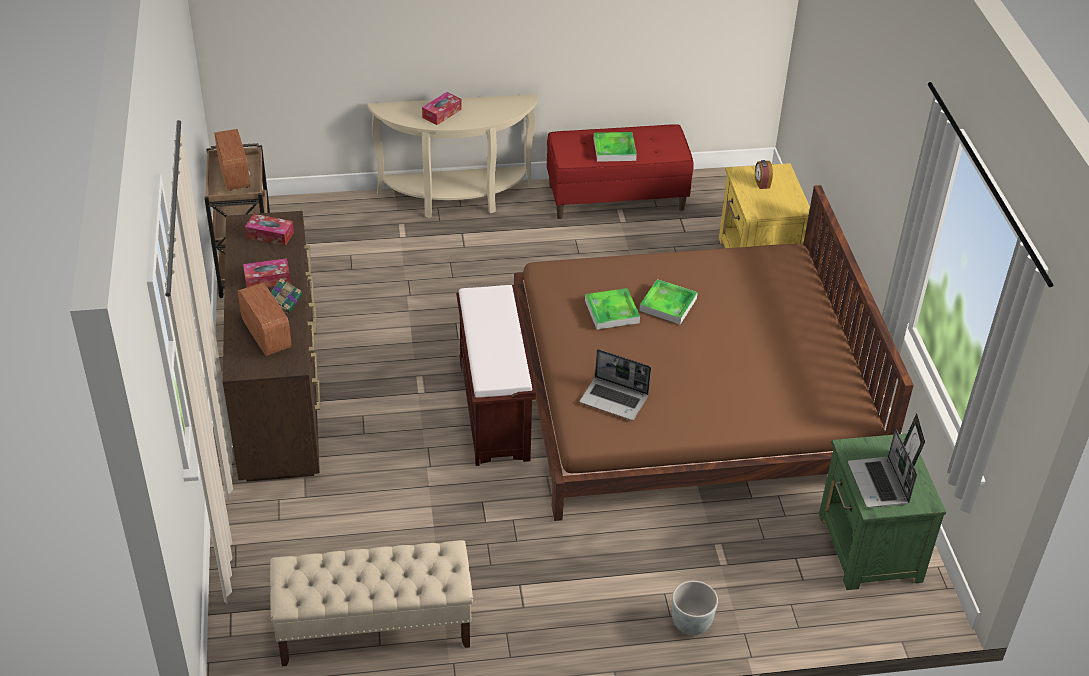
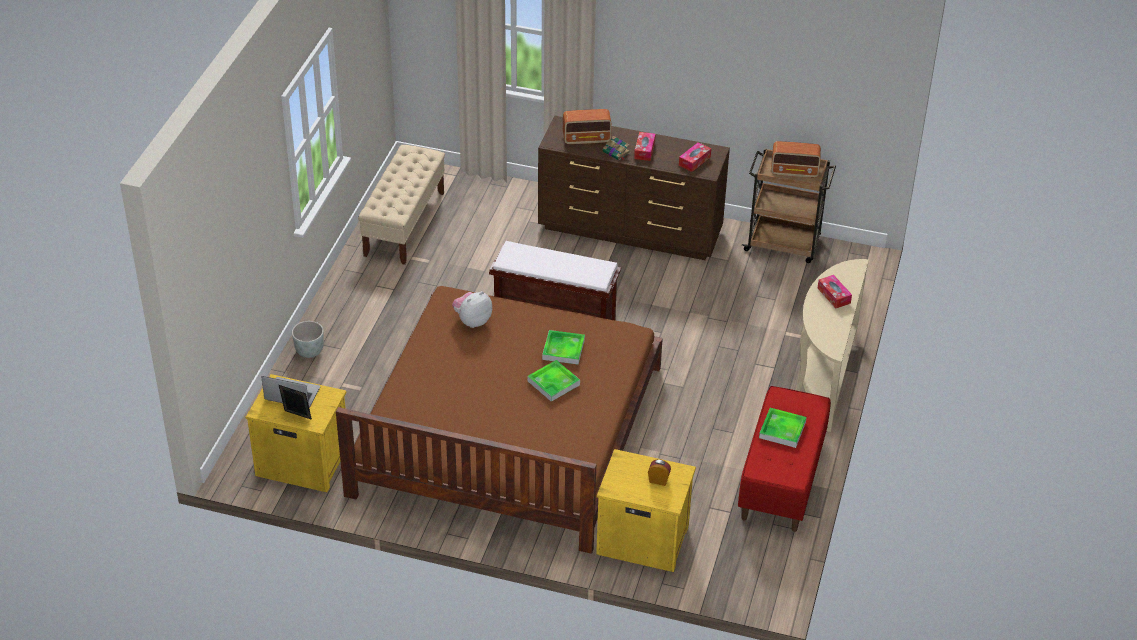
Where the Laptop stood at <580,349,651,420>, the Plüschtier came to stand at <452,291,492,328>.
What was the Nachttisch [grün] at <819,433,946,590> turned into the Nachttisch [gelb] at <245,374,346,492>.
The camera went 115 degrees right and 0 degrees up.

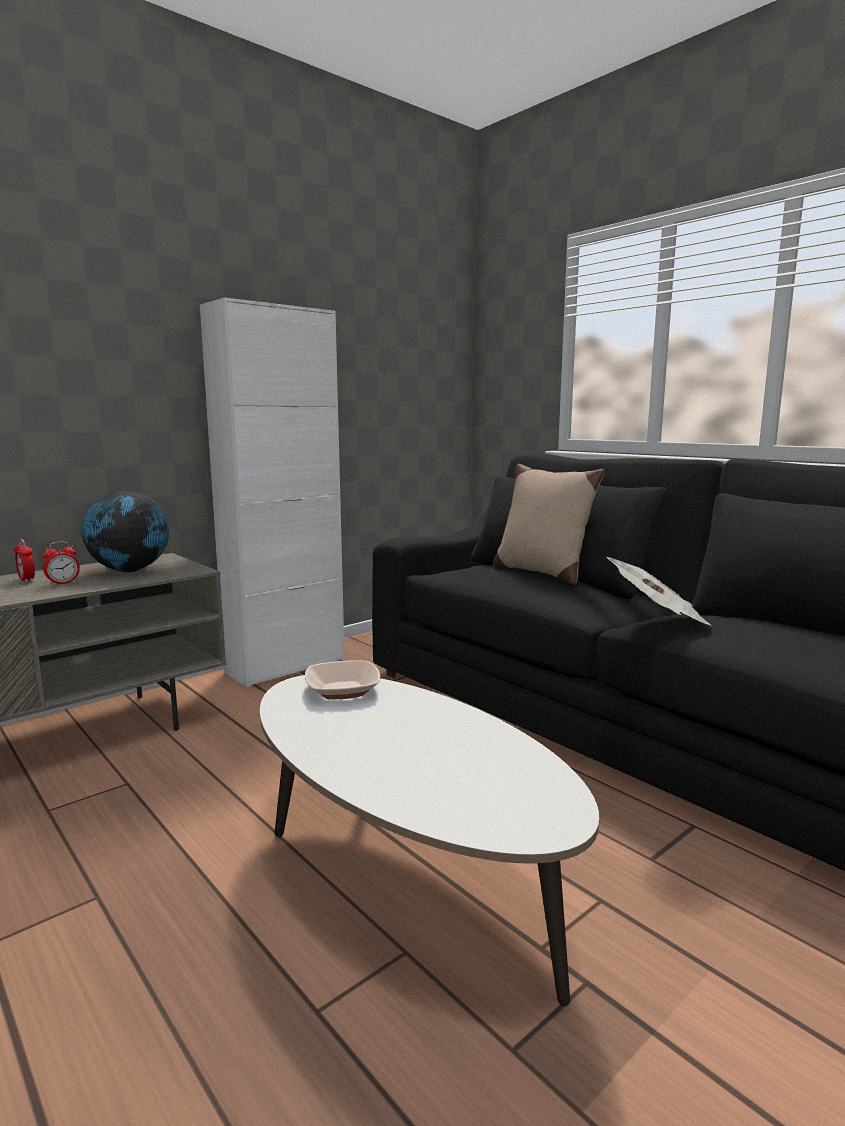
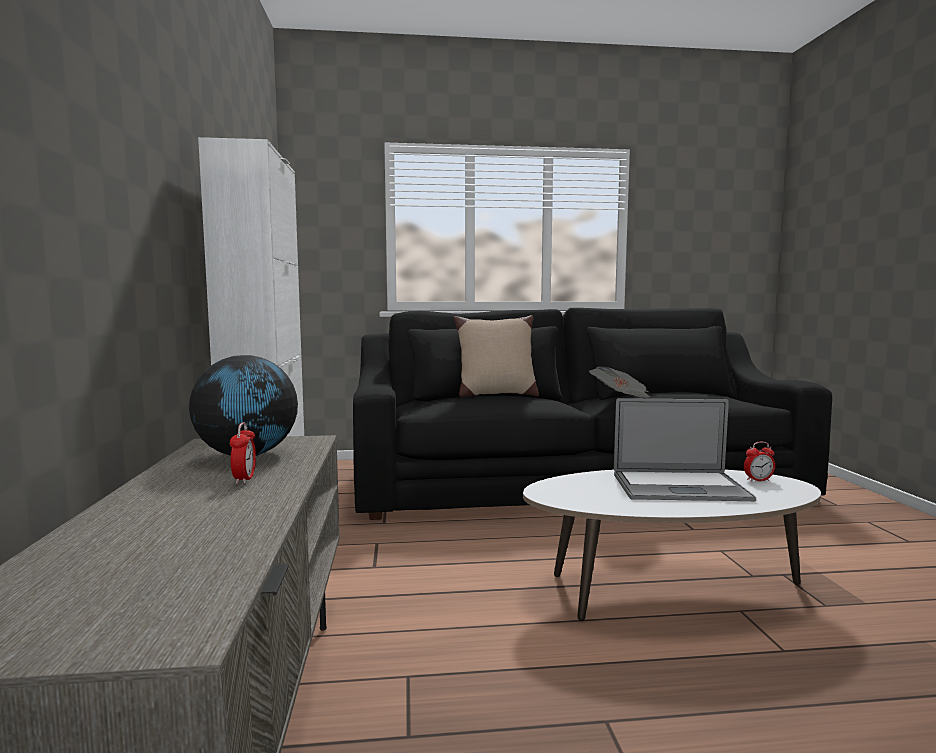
The second view lost the Schüssel at <305,660,380,699>.
The second view gained the Laptop at <614,398,756,501>.
The Wecker ended up elsewhere, having gone from <13,539,35,582> to <744,442,775,482>.
The camera went 55 degrees left and 5 degrees down.

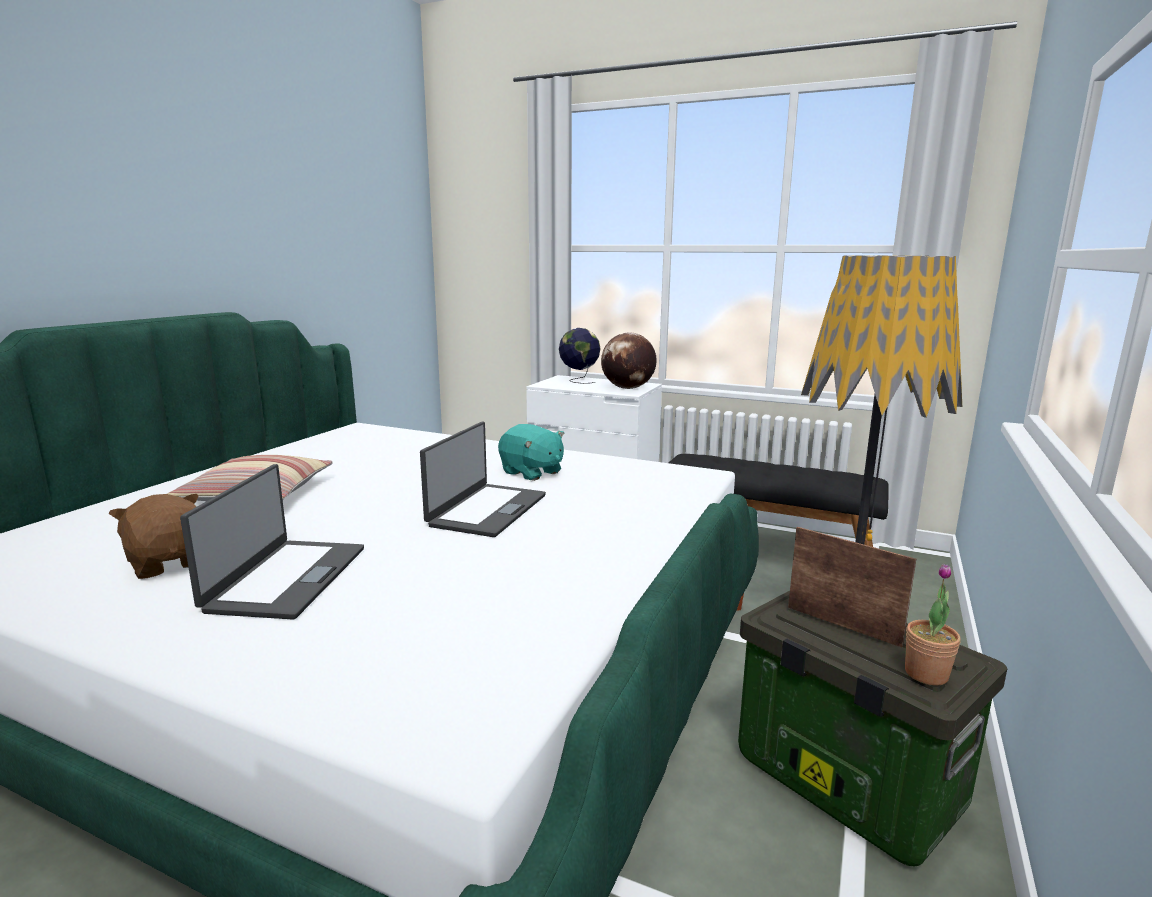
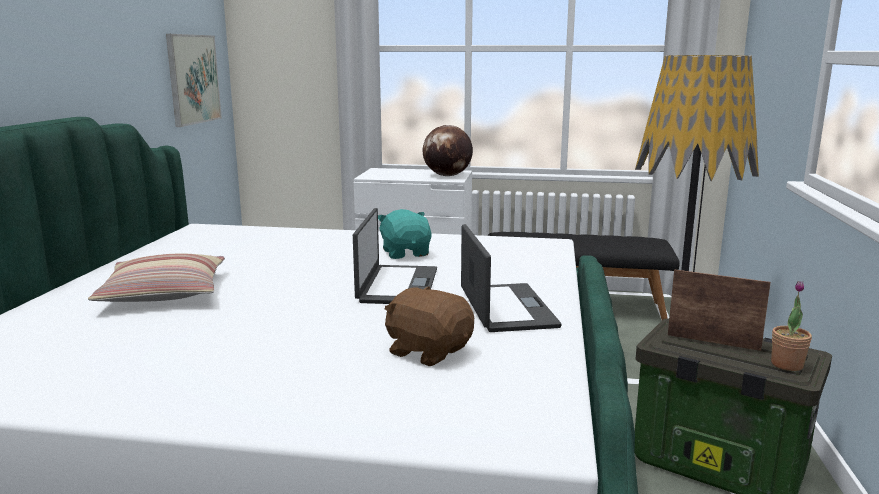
The second view lost the Globus at <559,328,601,384>.
The second view gained the Bild at <166,34,222,127>.
The Plüschtier [braun] ended up elsewhere, having gone from <109,494,199,579> to <385,286,474,366>.
The Laptop ended up elsewhere, having gone from <180,464,364,620> to <461,224,562,332>.
The Plüschtier [türkis] at <498,424,564,481> ended up facing another way, 135 degrees counterclockwise from before.
The camera went 15 degrees left and 0 degrees up.

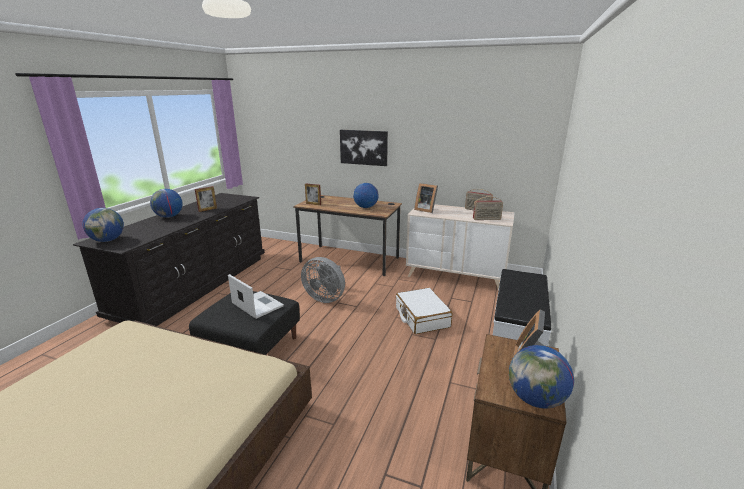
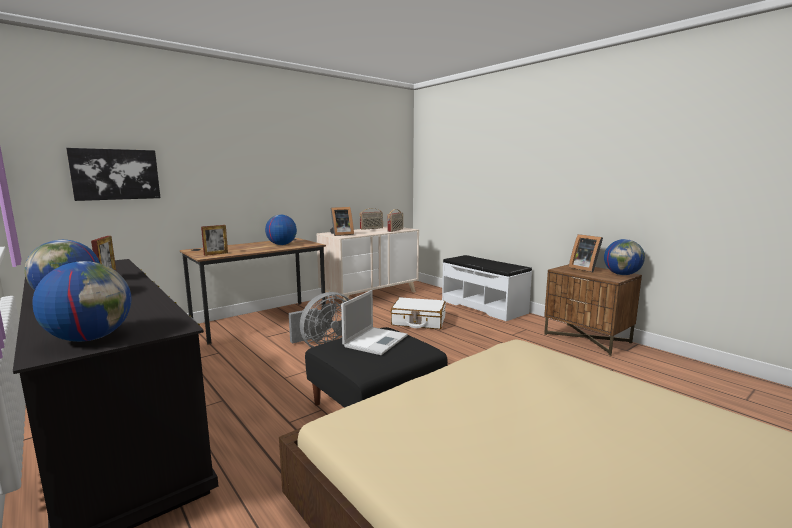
The Bild ended up elsewhere, having gone from <340,130,388,166> to <66,148,160,201>.
The Laptop at <228,274,284,319> ended up facing another way, 135 degrees clockwise from before.
The camera went 60 degrees left and 10 degrees down.

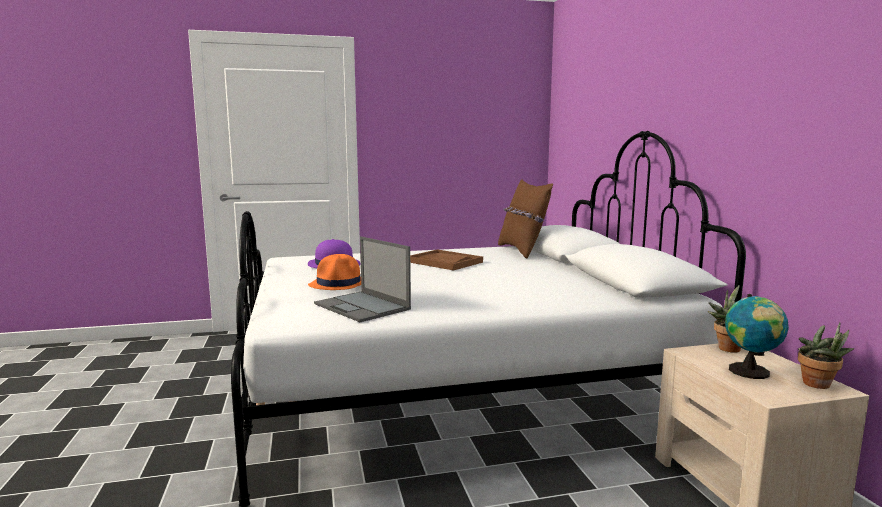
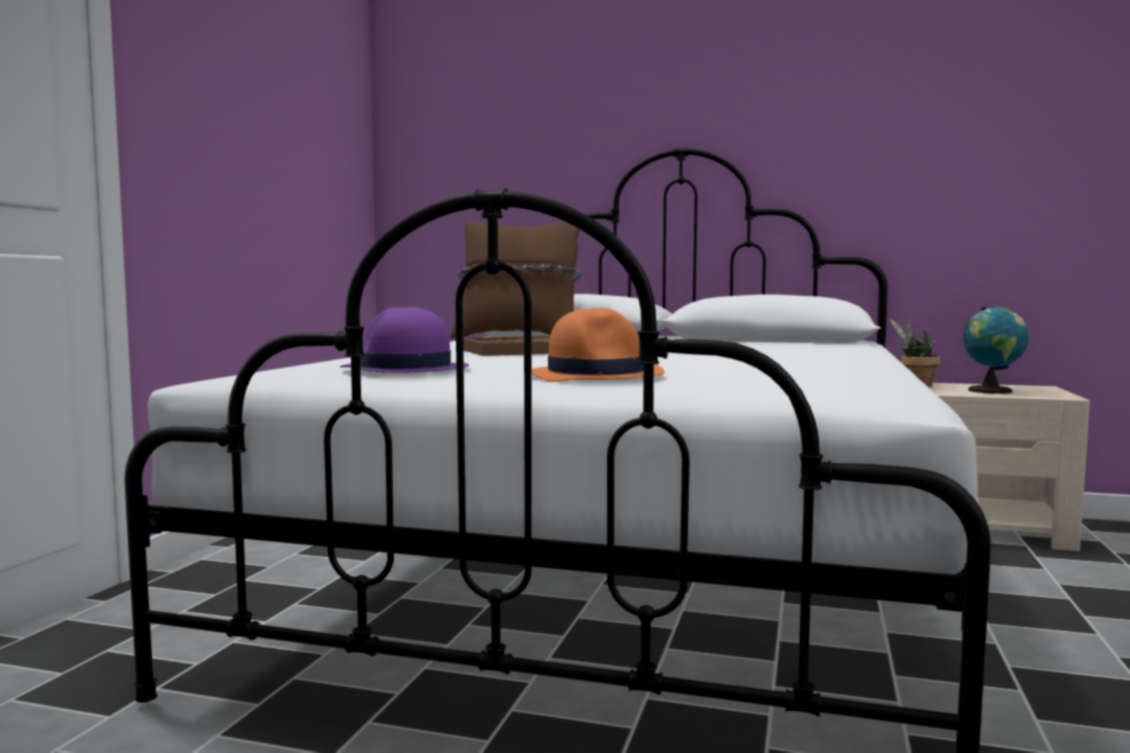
The second view lost the Laptop at <314,236,411,322>.
The second view lost the Topfpflanze at <798,322,855,389>.
The camera went 60 degrees left and 5 degrees down.

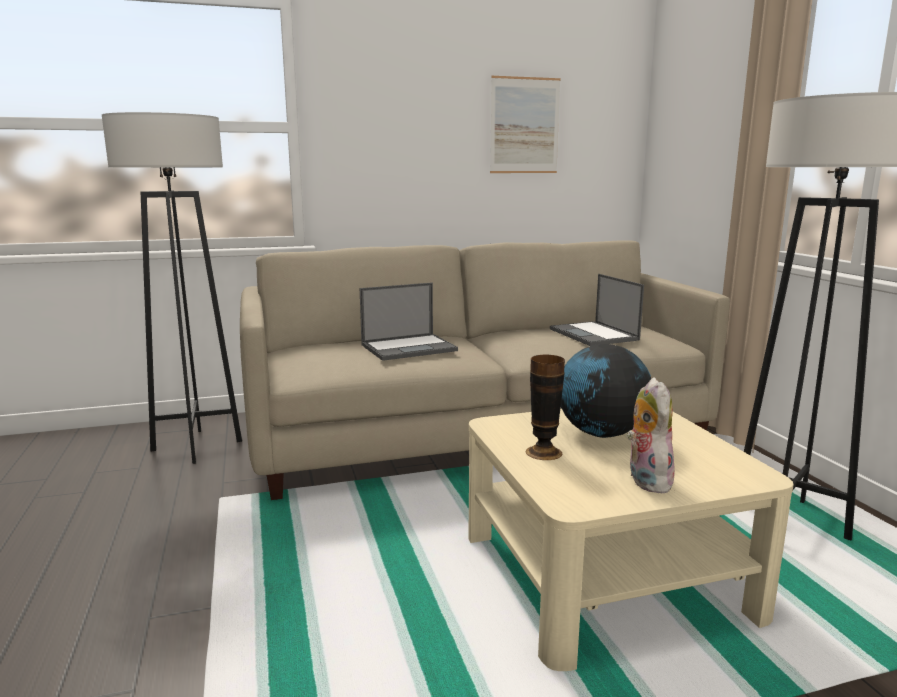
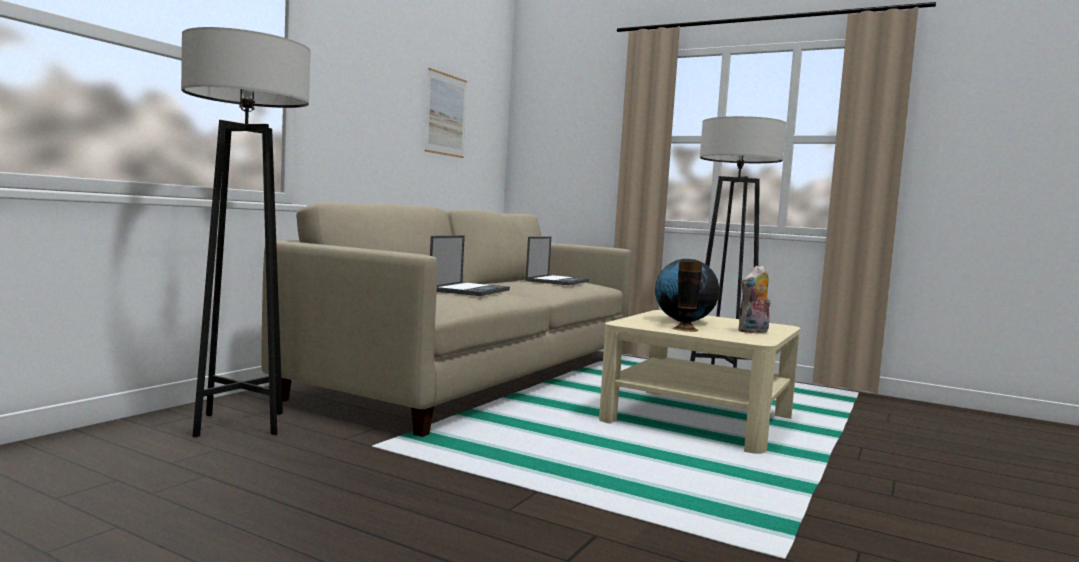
The Laptop at <550,274,644,346> ended up facing another way, 90 degrees counterclockwise from before.
The Plüschtier at <626,377,676,494> ended up facing another way, 75 degrees counterclockwise from before.
The camera went 45 degrees left and 10 degrees down.

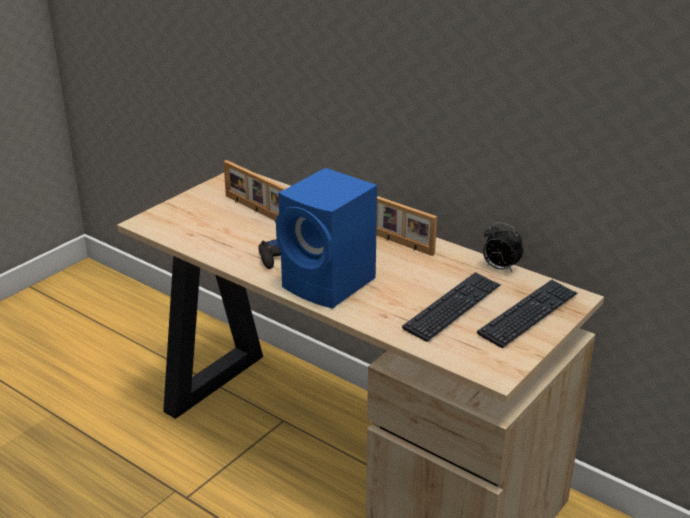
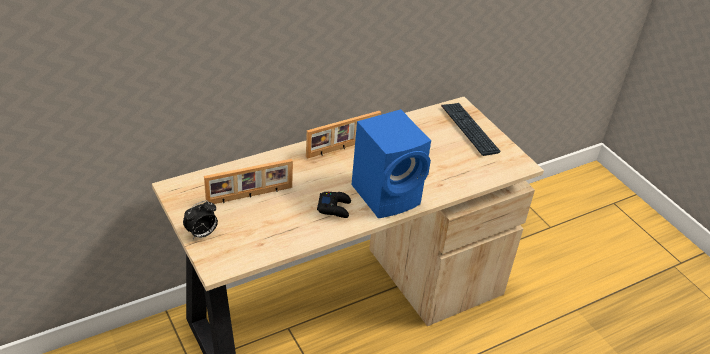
The second view lost the Tastatur at <402,272,501,342>.
The Wecker ended up elsewhere, having gone from <483,222,523,273> to <183,200,218,239>.
The camera went 70 degrees left and 10 degrees up.

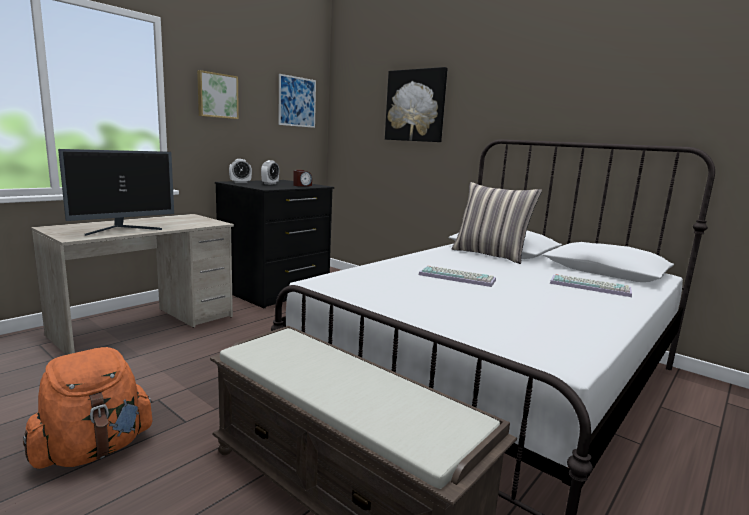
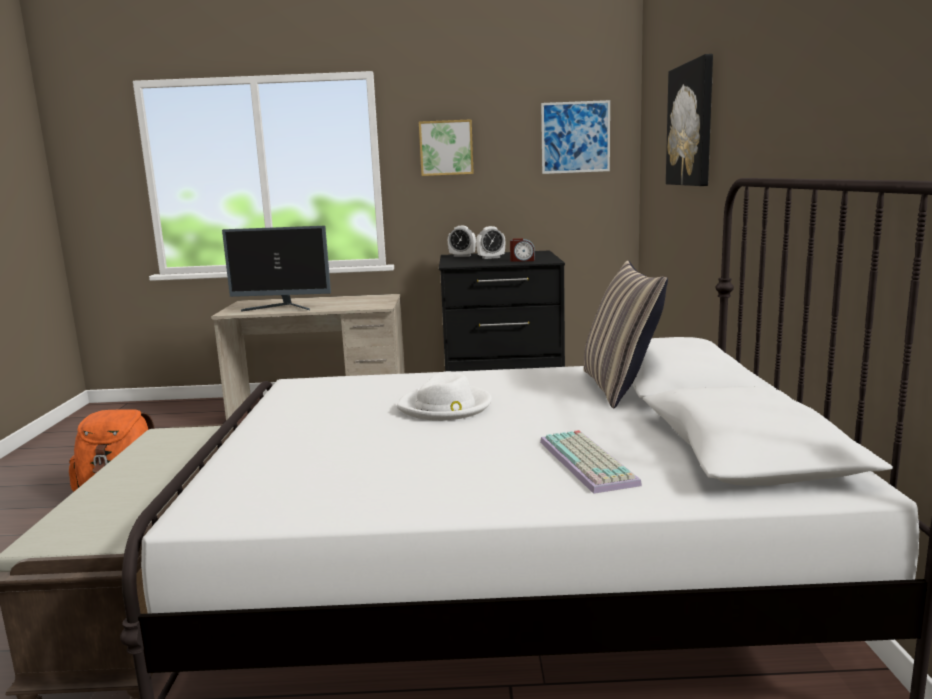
Where the Tastatur stood at <419,266,496,287>, the Hut [weiß] came to stand at <397,371,492,421>.
The camera went 50 degrees right and 0 degrees up.

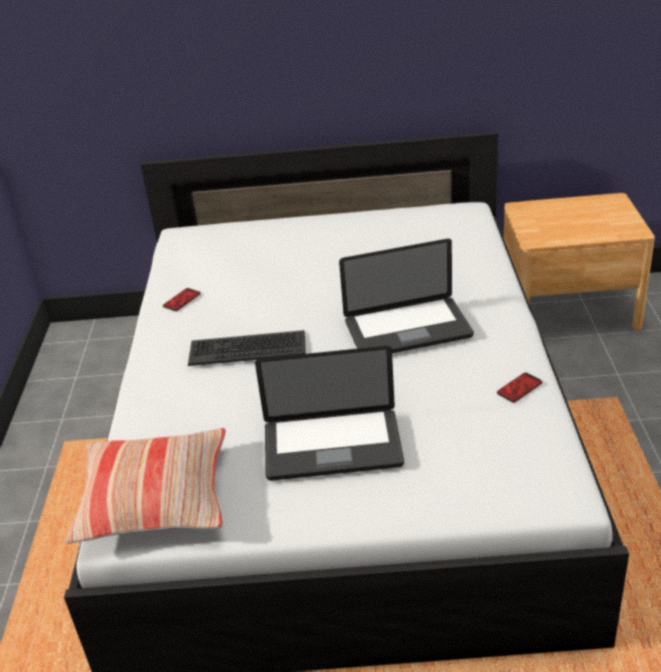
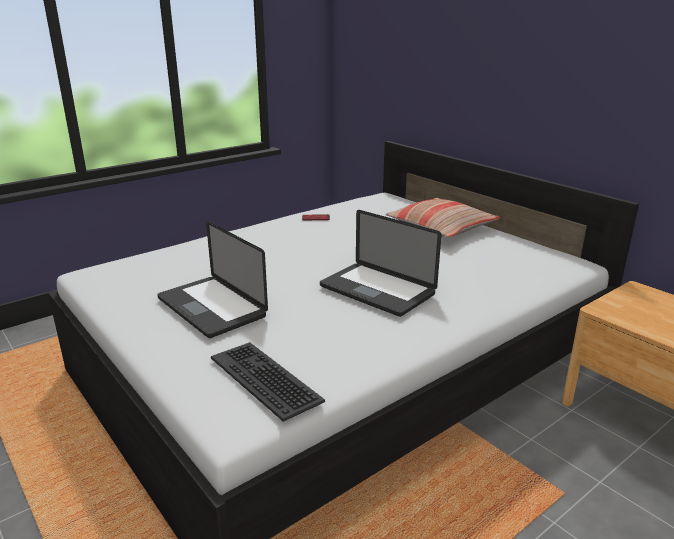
The second view lost the Handy at <497,372,542,403>.
The Kissen ended up elsewhere, having gone from <65,428,225,544> to <386,198,500,238>.
The Tastatur ended up elsewhere, having gone from <188,330,306,366> to <211,342,325,422>.
The camera went 50 degrees right and 10 degrees down.

